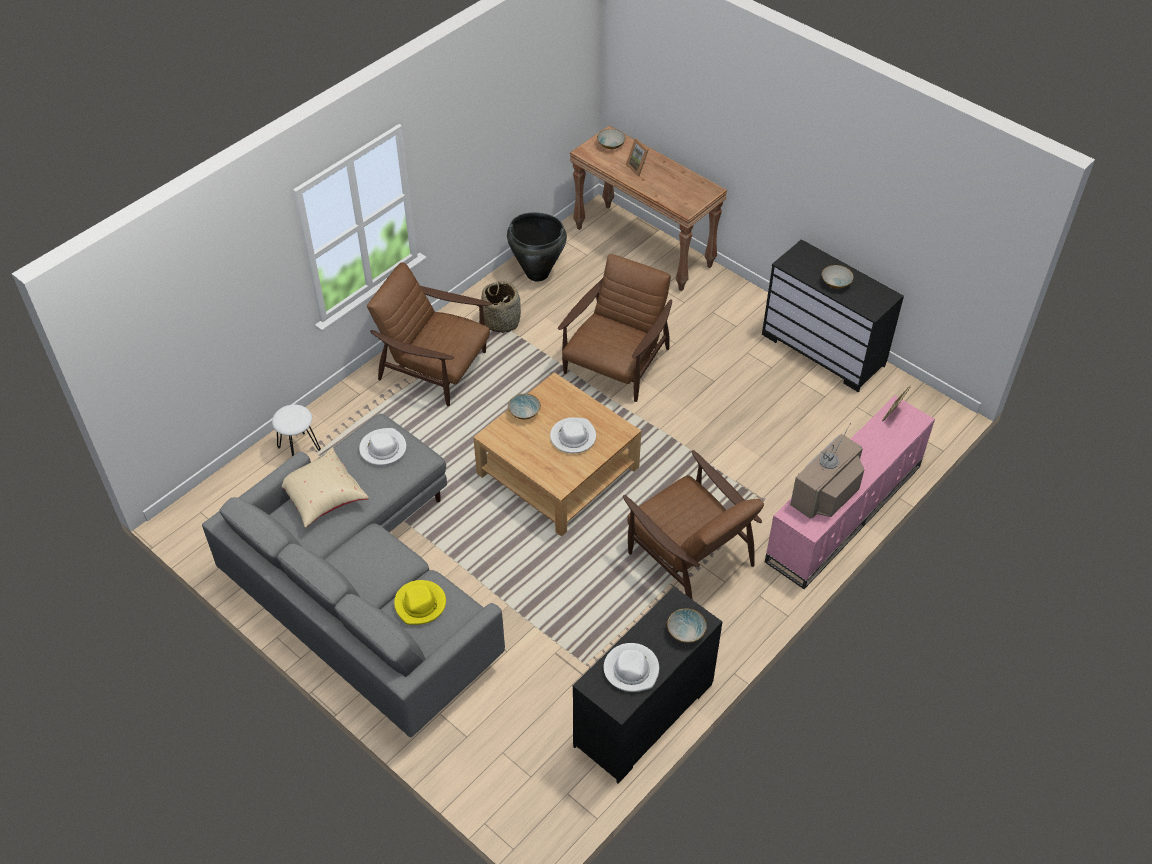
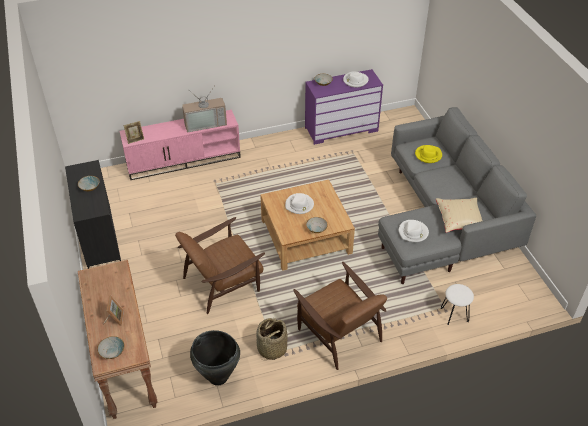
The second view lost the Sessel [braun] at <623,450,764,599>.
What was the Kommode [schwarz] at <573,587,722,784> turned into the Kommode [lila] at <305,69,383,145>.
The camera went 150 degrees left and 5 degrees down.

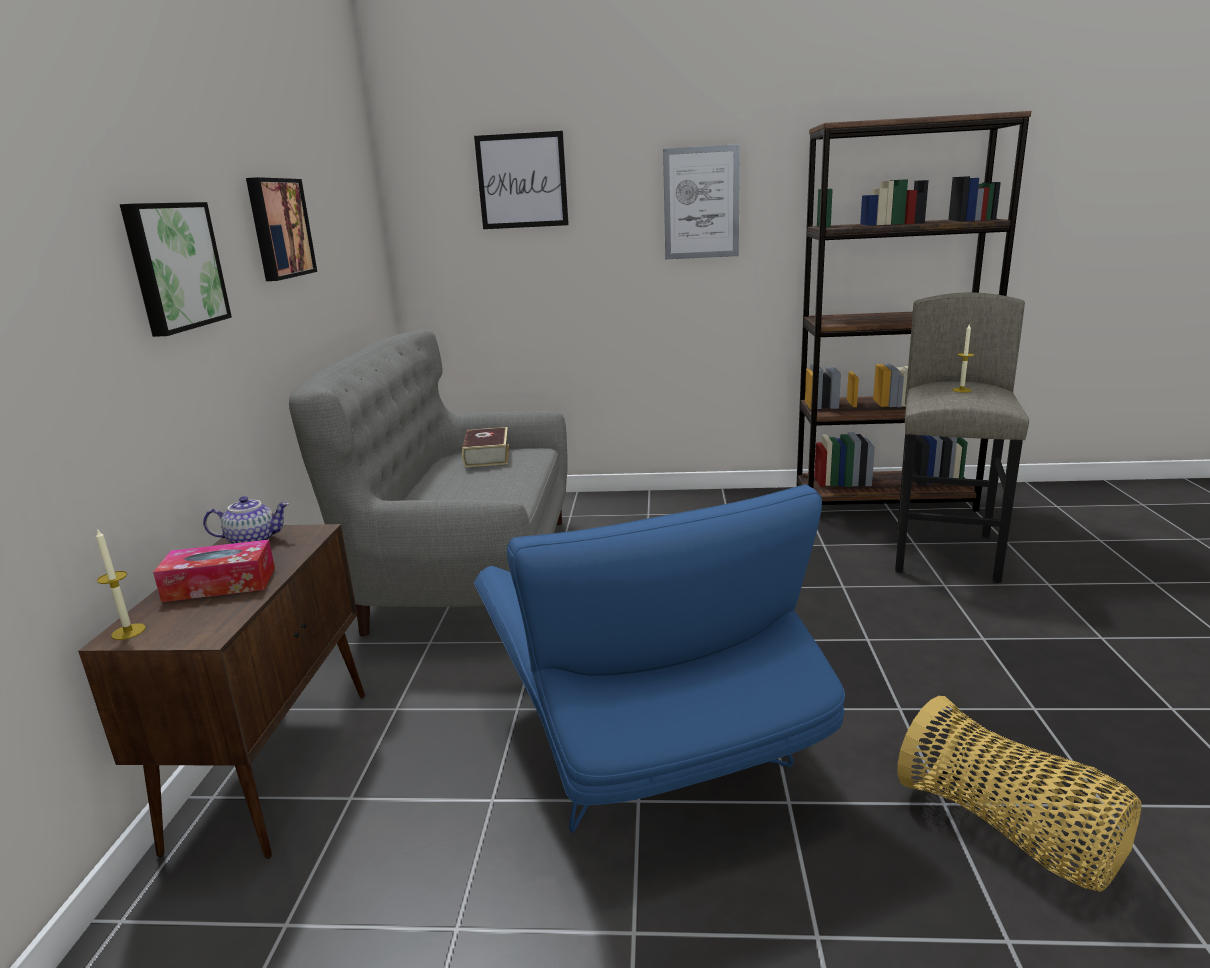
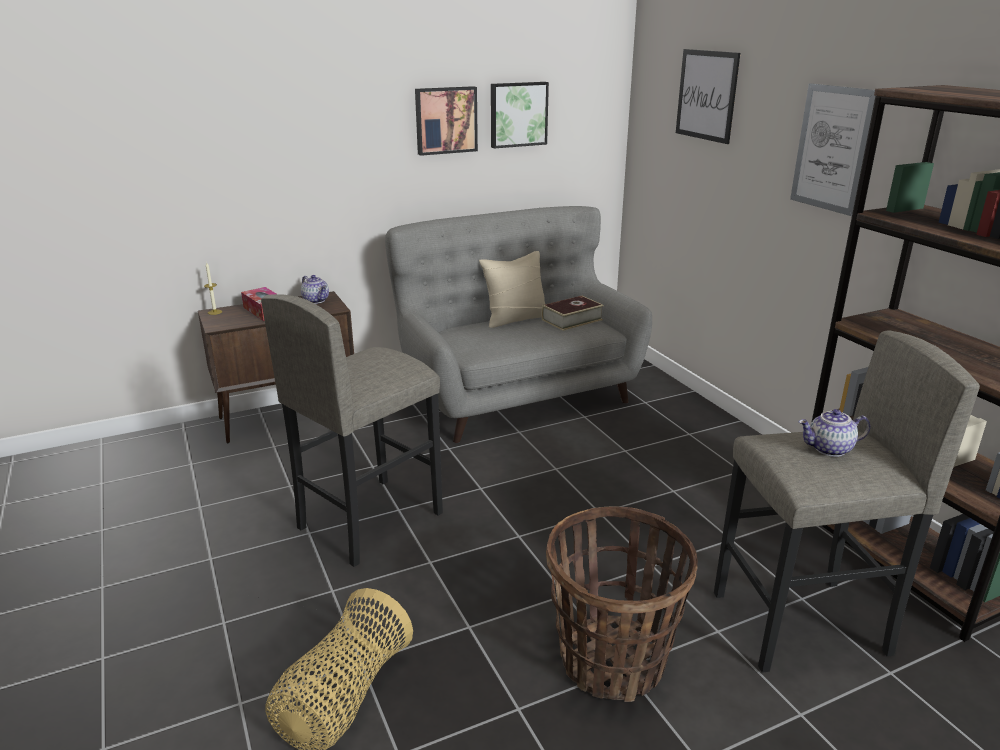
The second view gained the Kissen [beige] at <479,251,545,328>.
The second view gained the Korb at <546,506,698,702>.
The Bild ended up elsewhere, having gone from <120,202,232,337> to <491,82,549,148>.
Where the Sessel [blau] stood at <474,484,845,833>, the Hocker [grau] came to stand at <261,294,443,567>.
Where the Kerze stood at <952,323,974,393>, the Teekanne came to stand at <799,409,871,457>.
The camera went 60 degrees right and 5 degrees up.

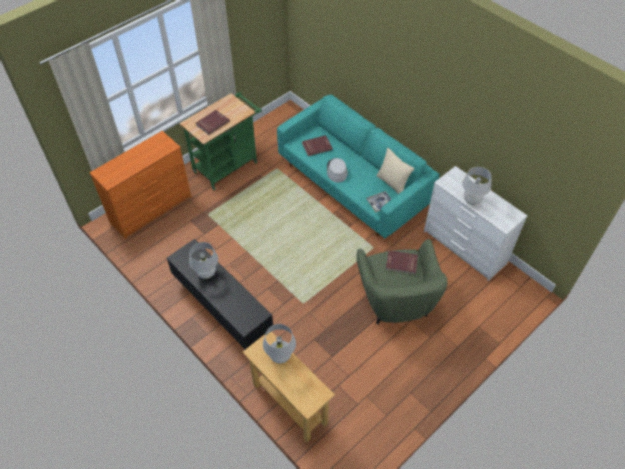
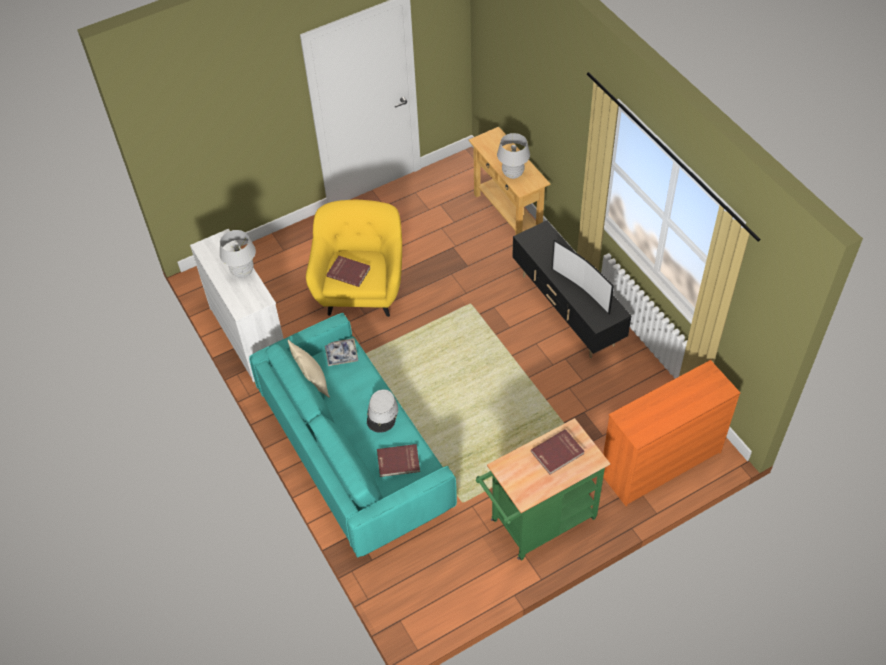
Where the Tischlampe [weiß] stood at <189,242,218,279>, the Fernseher came to stand at <552,240,614,314>.
What was the Sessel [grün] at <357,239,448,324> turned into the Sessel [gelb] at <306,200,402,317>.
The camera went 165 degrees left and 0 degrees up.

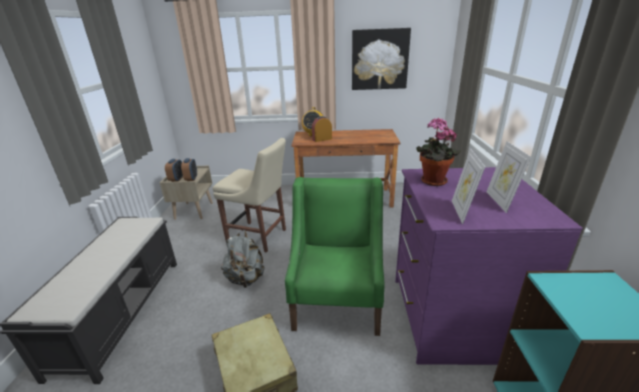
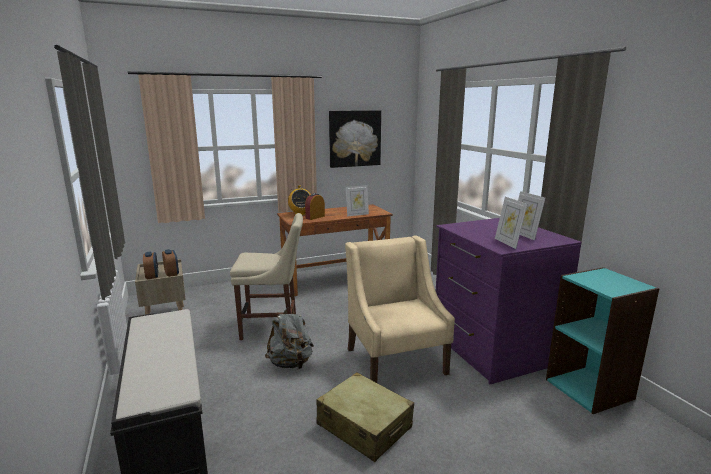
The second view lost the Topfpflanze at <416,117,461,186>.
The second view gained the Bilderrahmen at <345,185,369,216>.
What was the Sessel [grün] at <285,177,385,336> turned into the Sessel [beige] at <345,235,455,383>.
The camera went 25 degrees left and 10 degrees down.

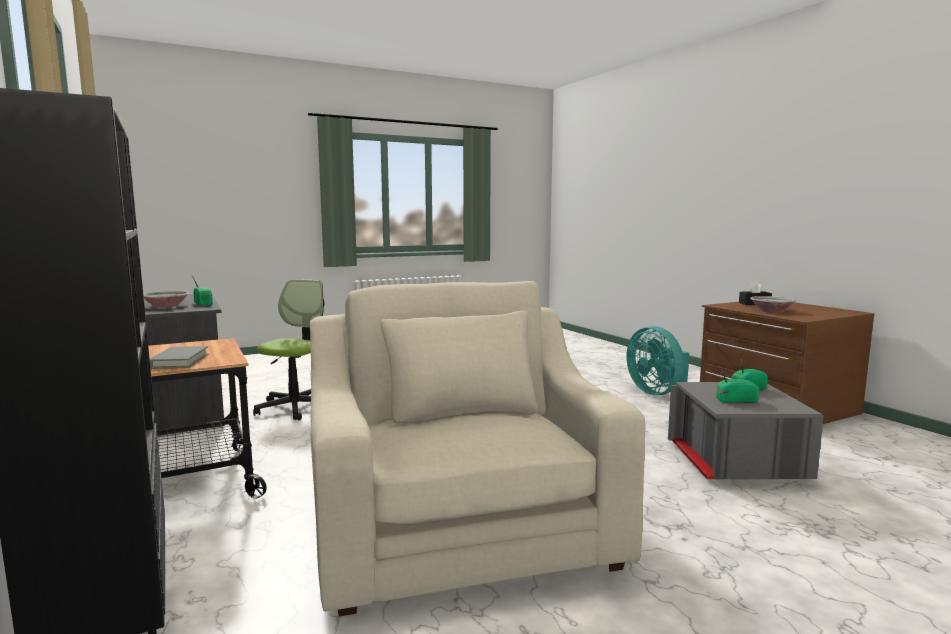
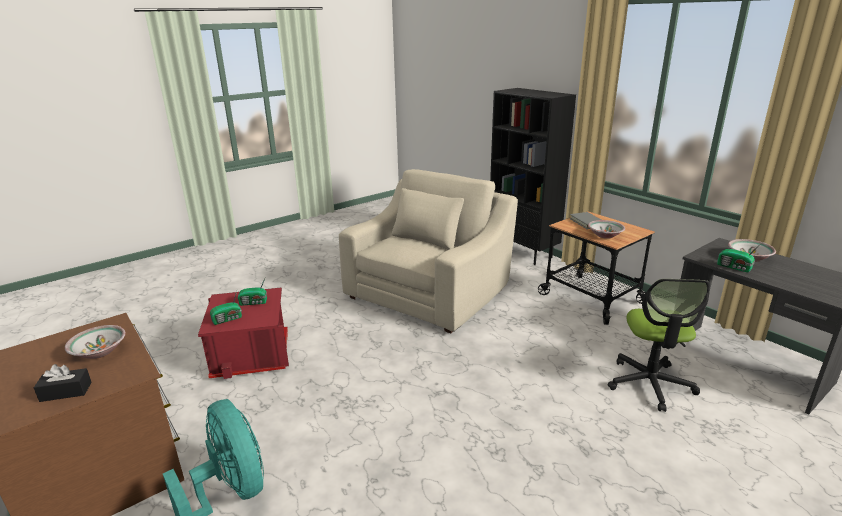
The second view gained the Schüssel at <588,220,625,239>.
What was the Aufbewahrungsbox [grau] at <668,382,824,479> turned into the Aufbewahrungsbox [rot] at <198,288,289,379>.
The Sessel [beige] at <310,281,646,616> ended up facing another way, 120 degrees counterclockwise from before.
The camera went 170 degrees right and 15 degrees up.

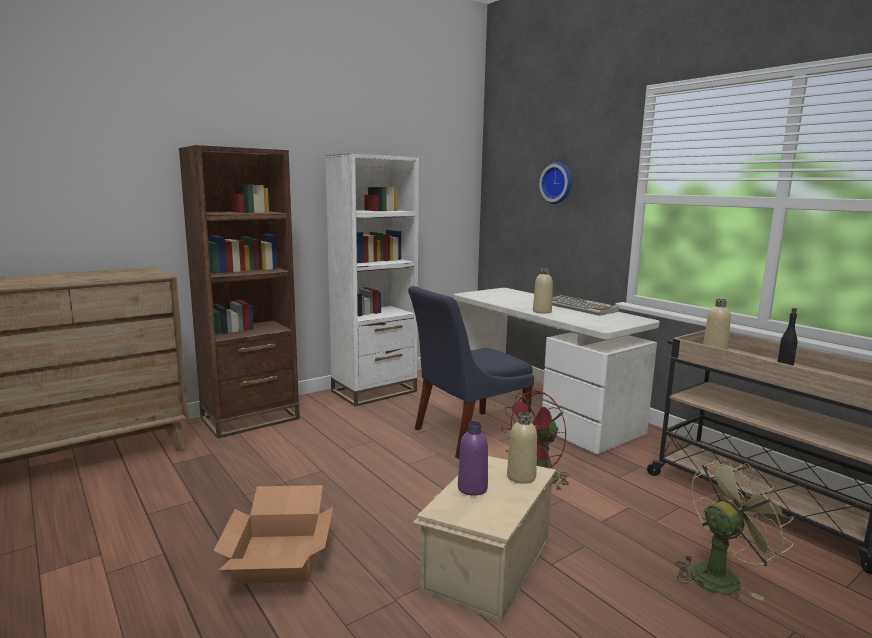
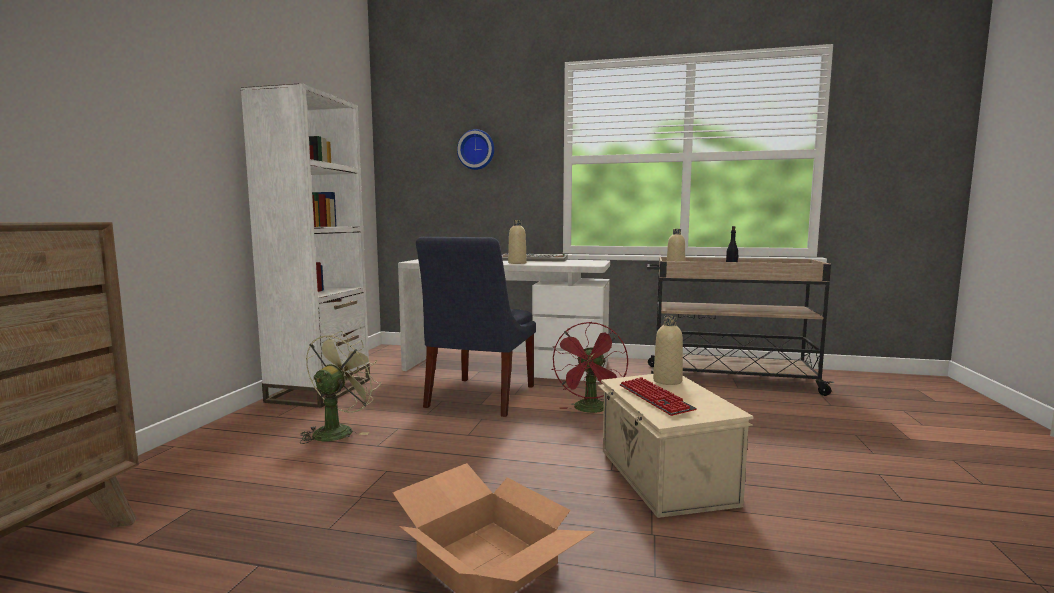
The second view lost the Bücherregal [braun] at <179,145,300,439>.
The Ventilator [grün] ended up elsewhere, having gone from <675,459,794,601> to <300,331,381,444>.
Where the Flasche [lila] stood at <458,421,488,496>, the Tastatur came to stand at <619,377,697,416>.
The camera went 40 degrees left and 5 degrees down.

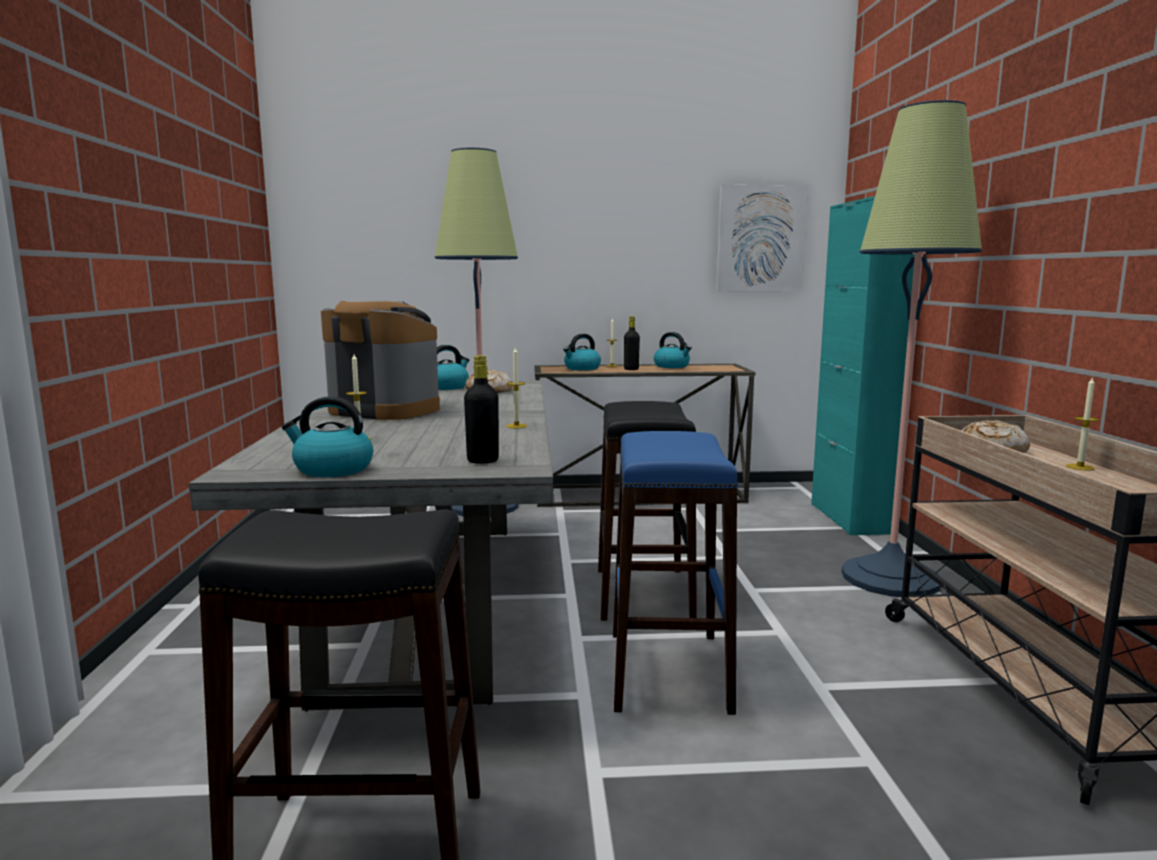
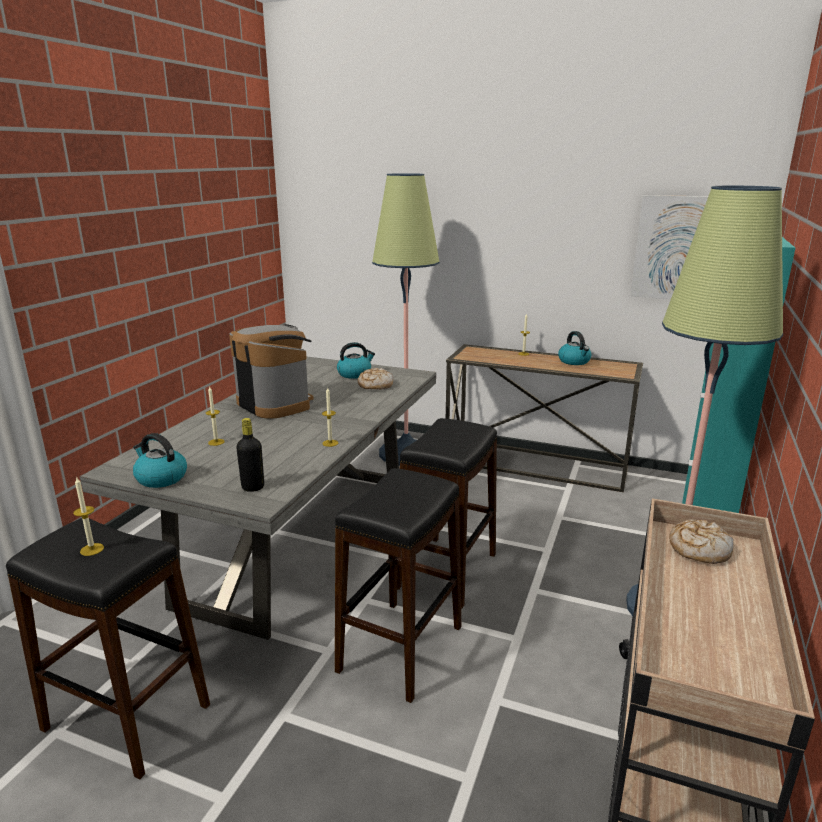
The second view lost the Wasserkessel at <563,334,601,370>.
The second view lost the Flasche [schwarz] at <624,316,640,370>.
The Kerze ended up elsewhere, having gone from <1066,376,1099,470> to <73,476,104,556>.
What was the Hocker [blau] at <613,431,738,715> turned into the Hocker [schwarz] at <335,468,461,703>.
The camera went 25 degrees right and 10 degrees up.

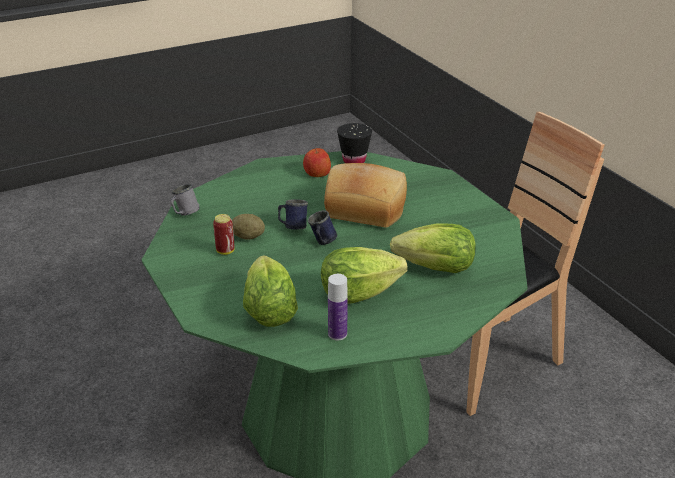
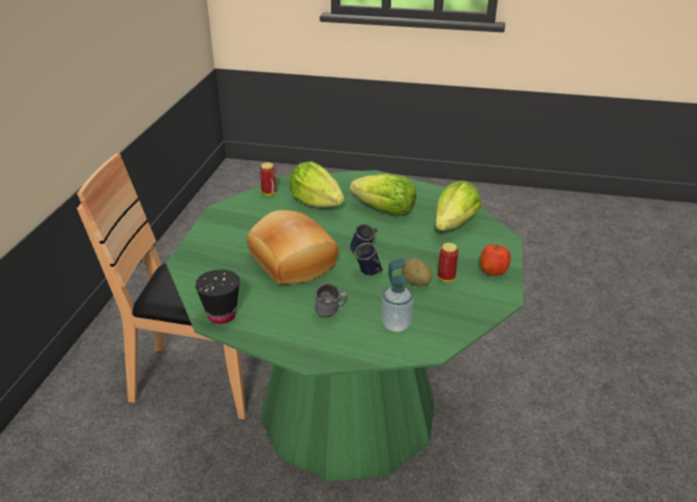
The second view lost the Flasche at <328,274,348,340>.
The second view gained the Dose at <260,163,276,196>.
The second view gained the Seifenspender at <381,258,413,332>.
The Henkelbecher [grau] ended up elsewhere, having gone from <170,184,200,216> to <315,283,347,317>.
The Apfel ended up elsewhere, having gone from <303,148,331,177> to <480,245,511,276>.
The camera went 140 degrees left and 0 degrees up.

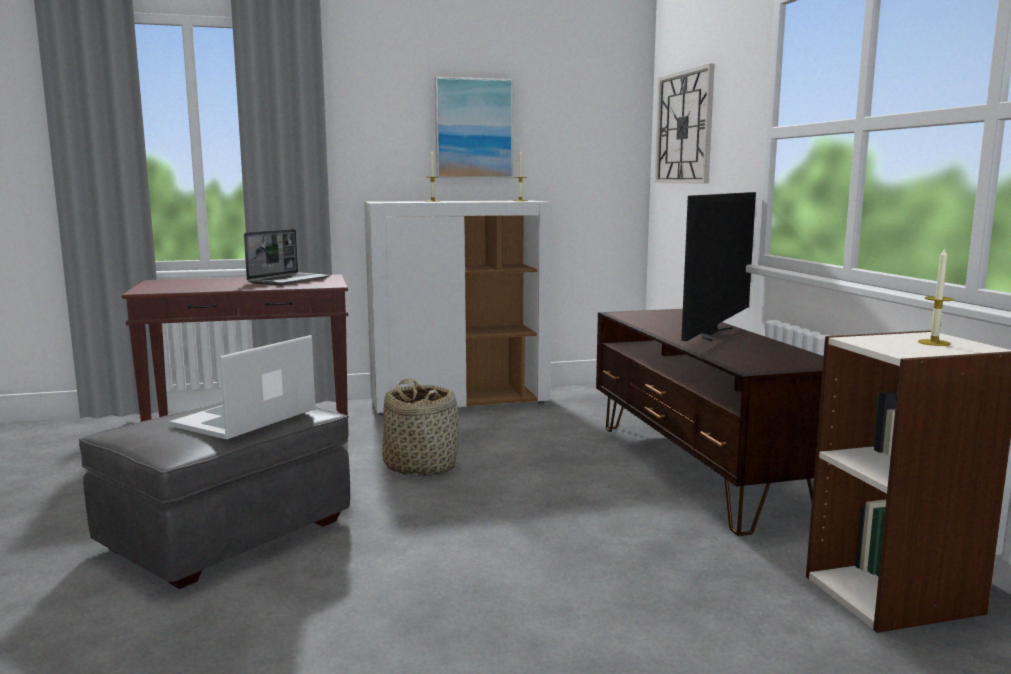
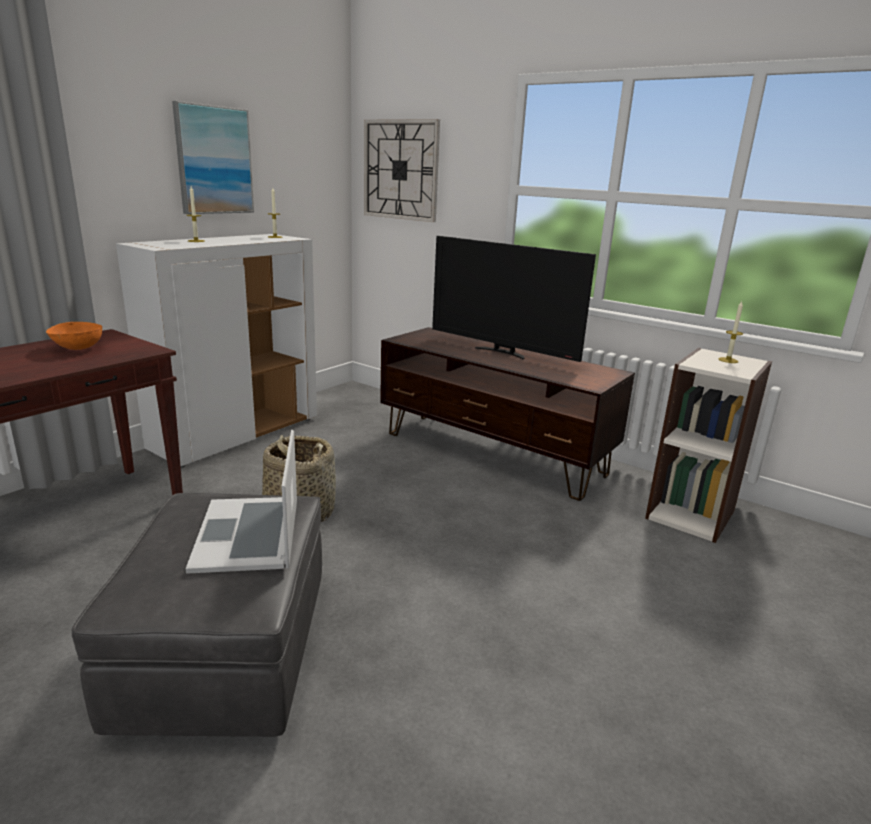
Where the Laptop stood at <244,229,331,285>, the Schüssel [orange] came to stand at <46,322,102,350>.
The Fernseher at <681,192,756,341> ended up facing another way, 135 degrees clockwise from before.
The camera went 40 degrees left and 10 degrees up.

